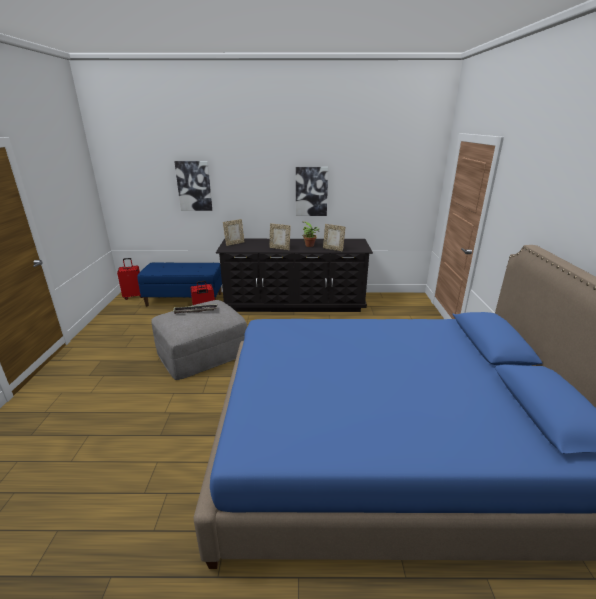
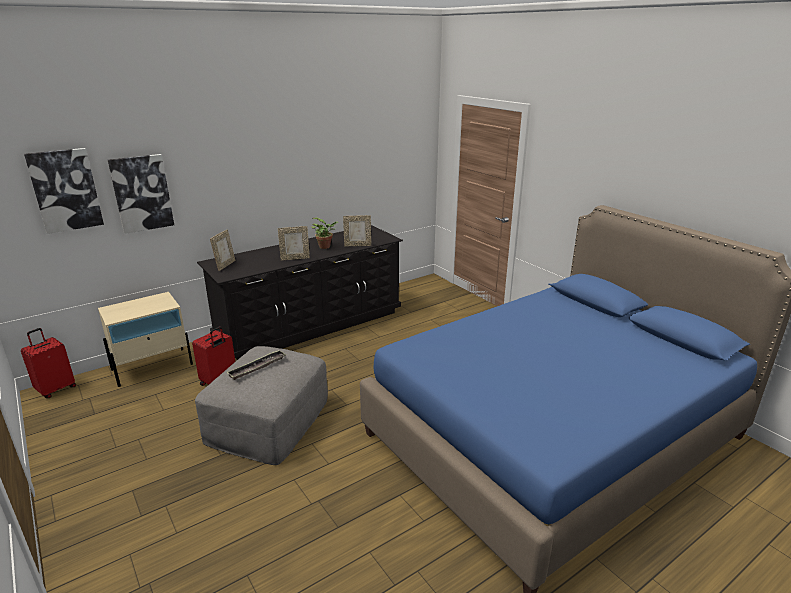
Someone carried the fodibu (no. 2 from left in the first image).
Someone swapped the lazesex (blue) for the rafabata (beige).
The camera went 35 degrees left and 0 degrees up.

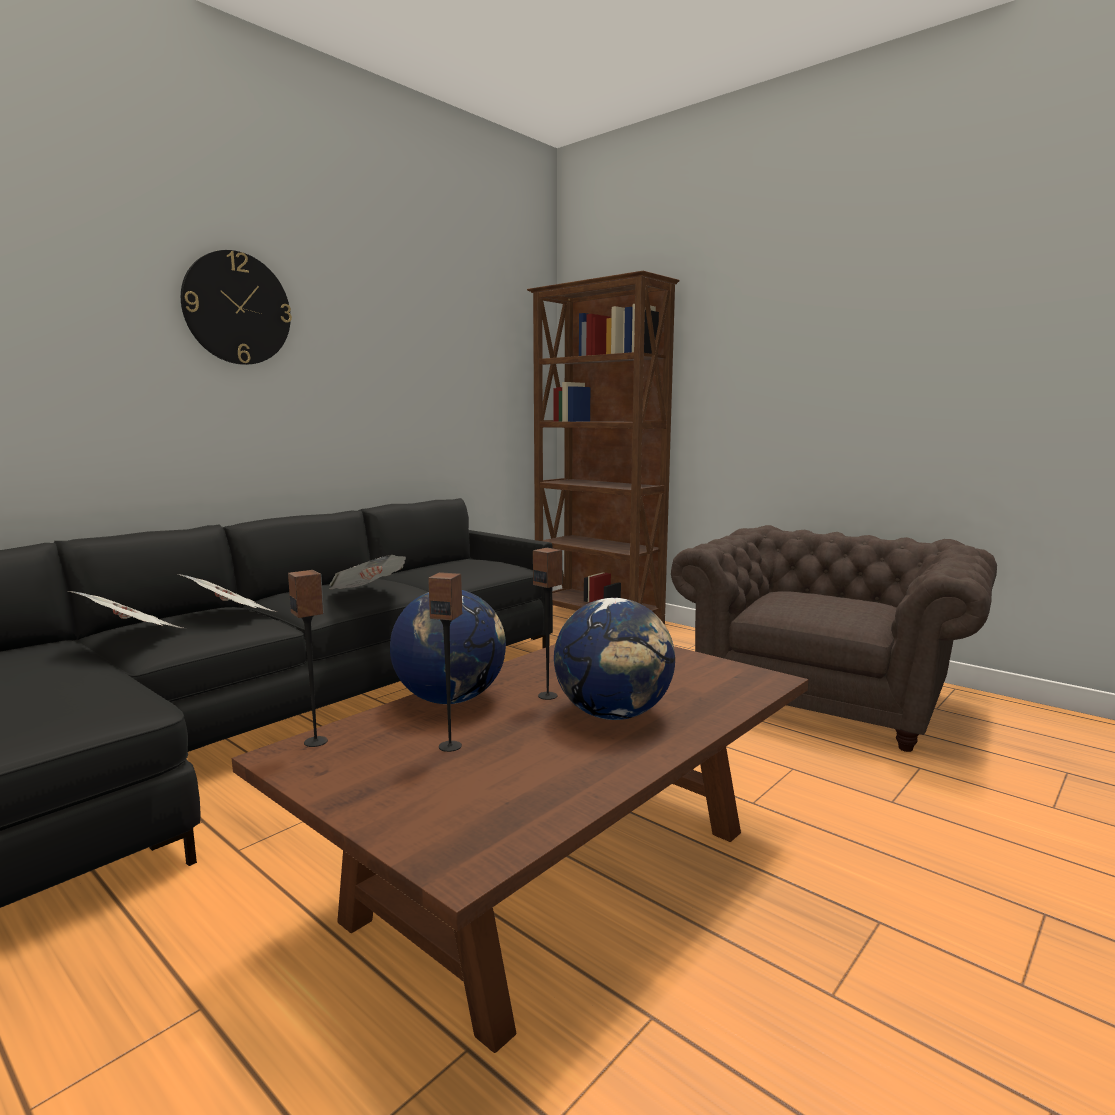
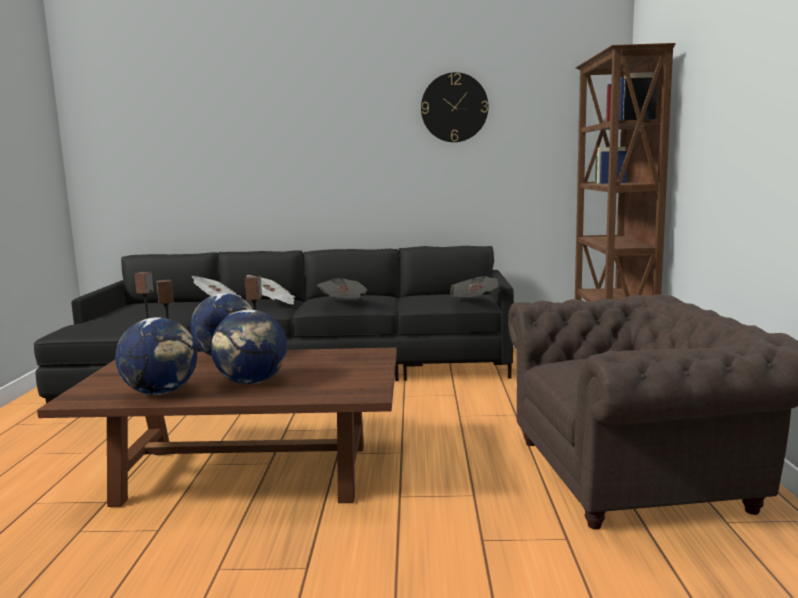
Someone carried the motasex.
Someone put down the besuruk (no. 4 from left).
Someone put down the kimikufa (no. 1 from left).
The camera went 50 degrees right and 0 degrees up.

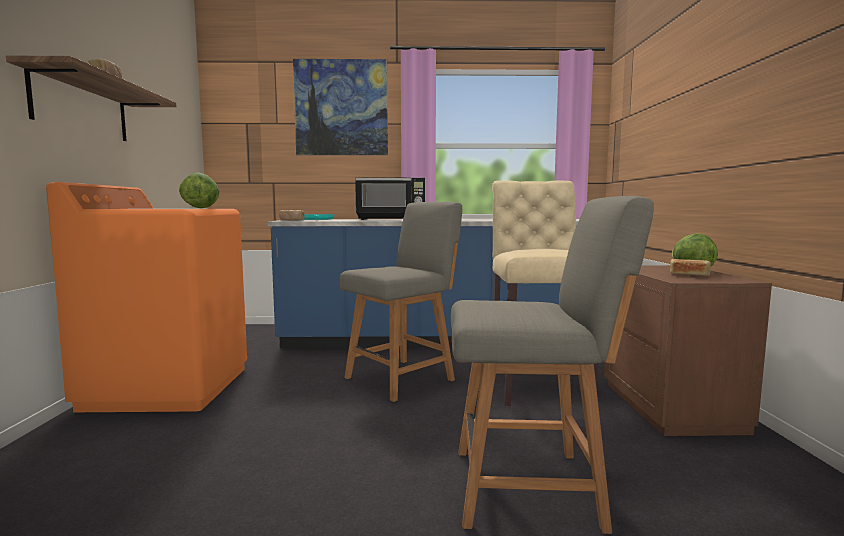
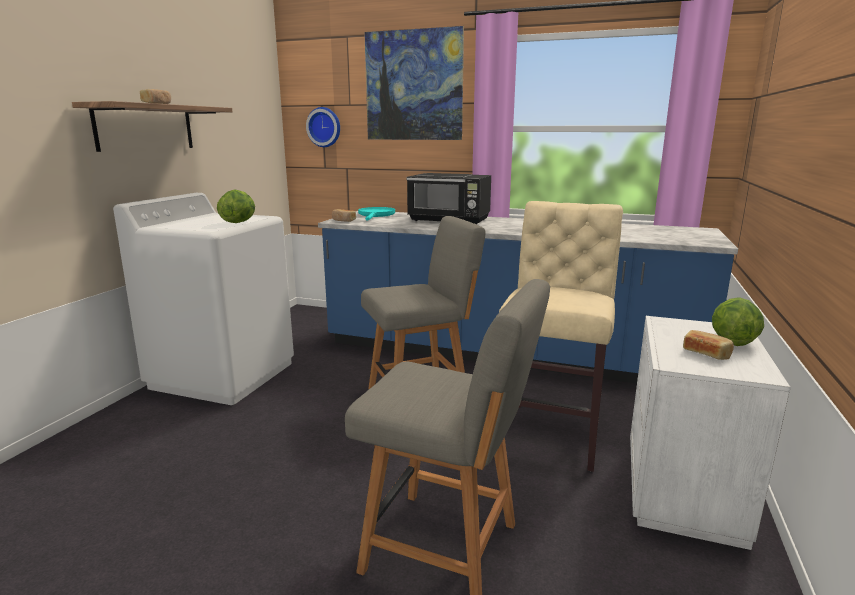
Someone repainted the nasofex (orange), which became the nasofex (white).
Someone repainted the rafabata (brown), which became the rafabata (white).
Someone put up the motasex.
The camera went 20 degrees right and 10 degrees up.

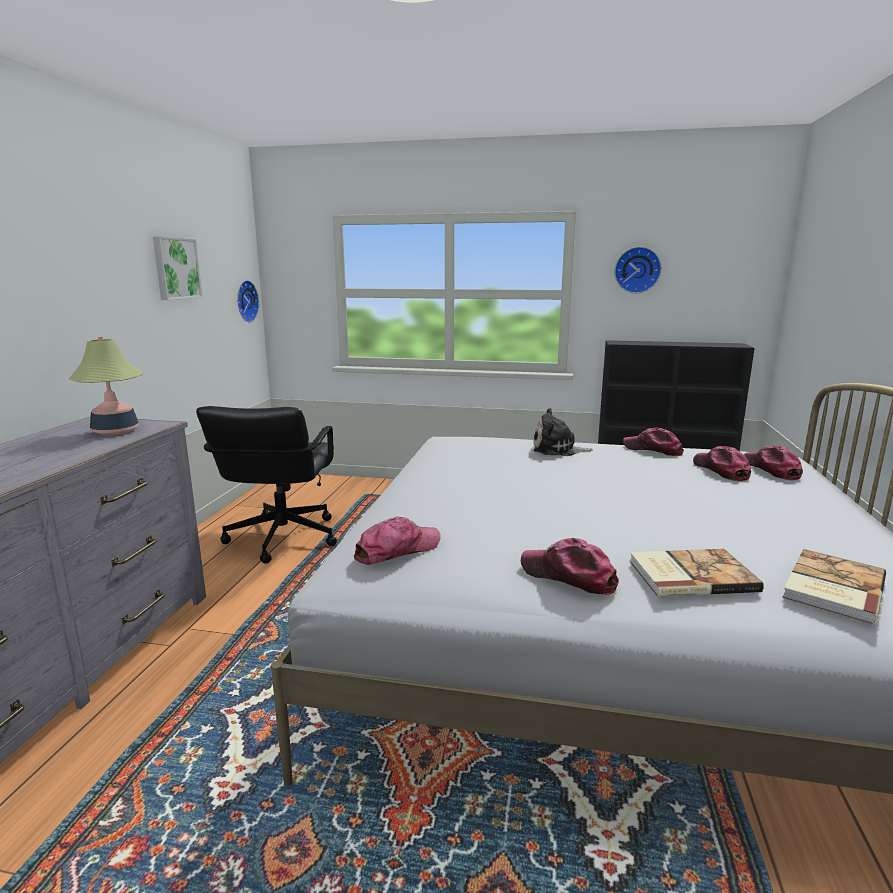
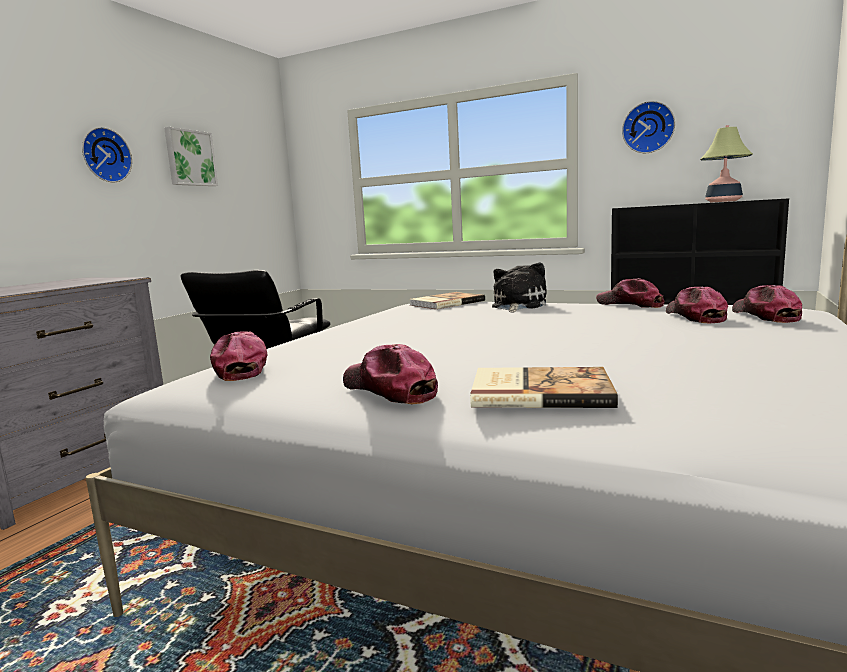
Someone carried the motasex (no. 1 from left).
Someone carried the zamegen.
Someone rotated the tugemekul by 90 degrees clockwise.
Someone rotated the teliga (no. 1 from left) by 90 degrees counterclockwise.
Someone carried the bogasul (no. 2 from left in the first image).
The camera went 15 degrees right and 5 degrees down.

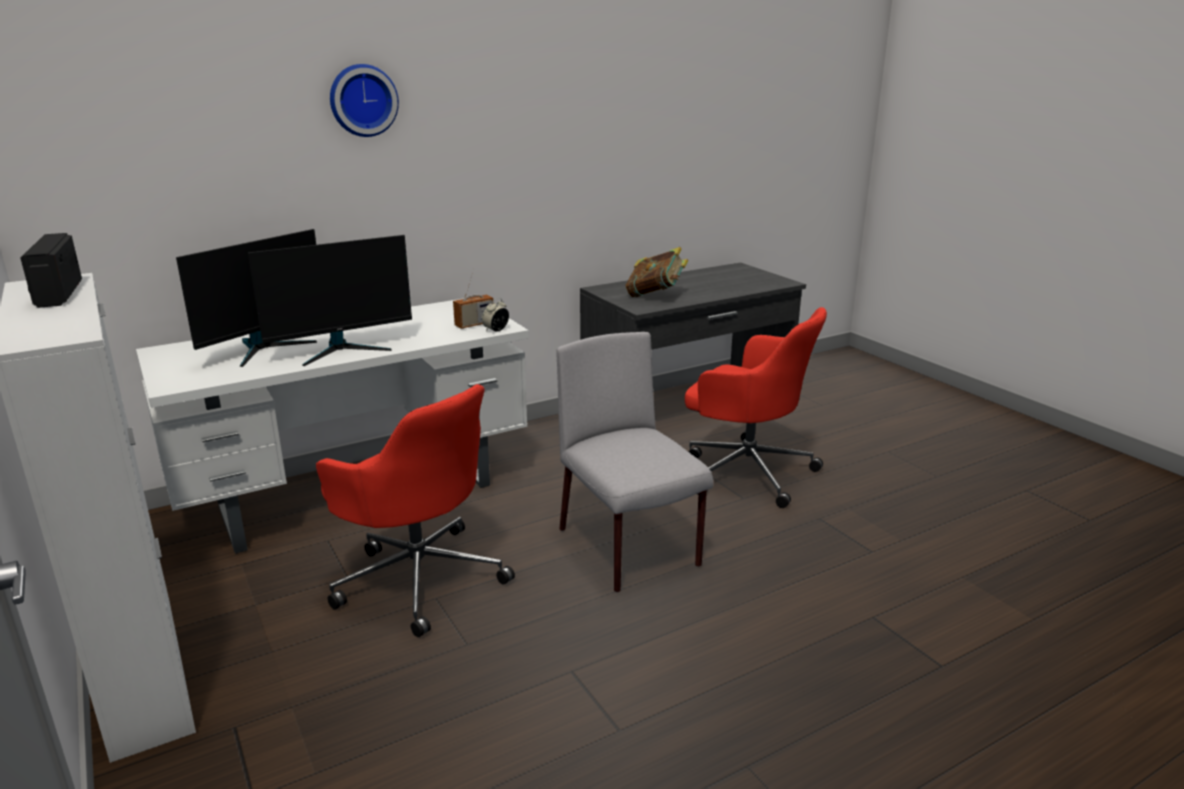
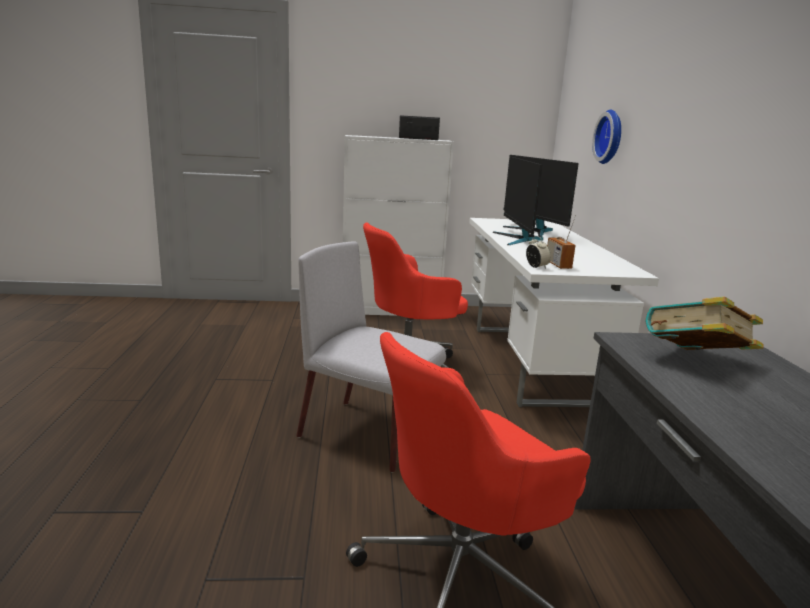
Someone carried the motasex.
Someone rotated the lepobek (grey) by 150 degrees counterclockwise.
The camera went 115 degrees right and 5 degrees down.

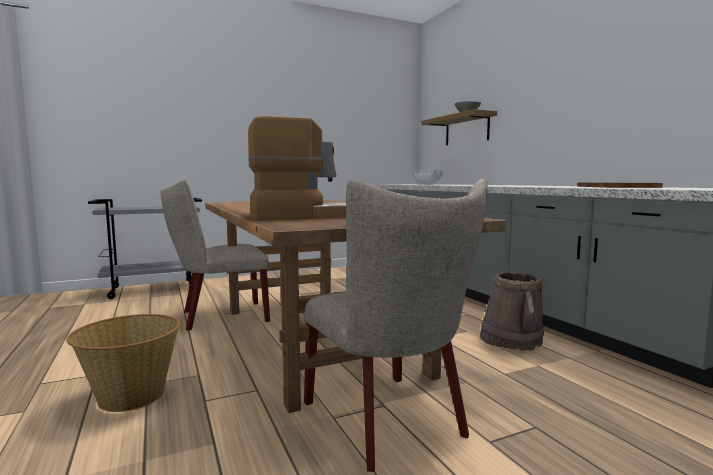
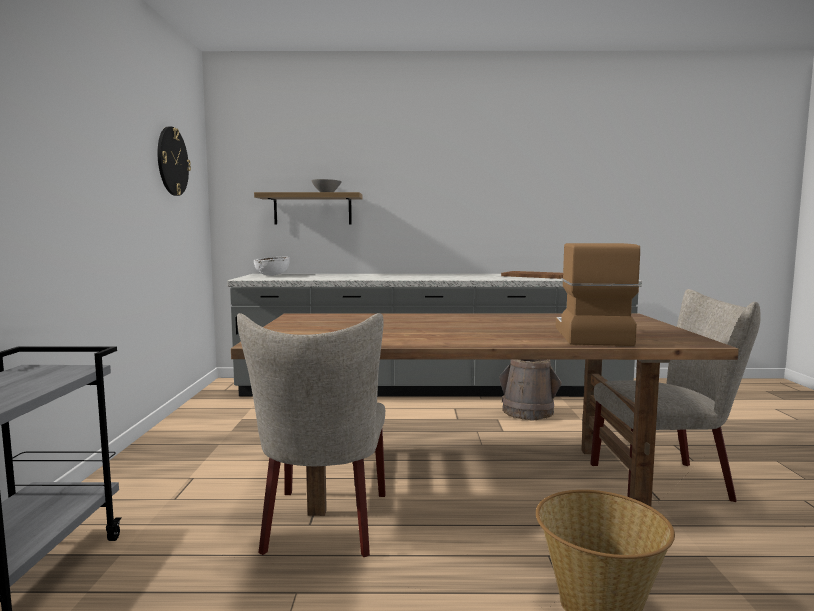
Someone put up the motasex.
The camera went 65 degrees left and 0 degrees up.

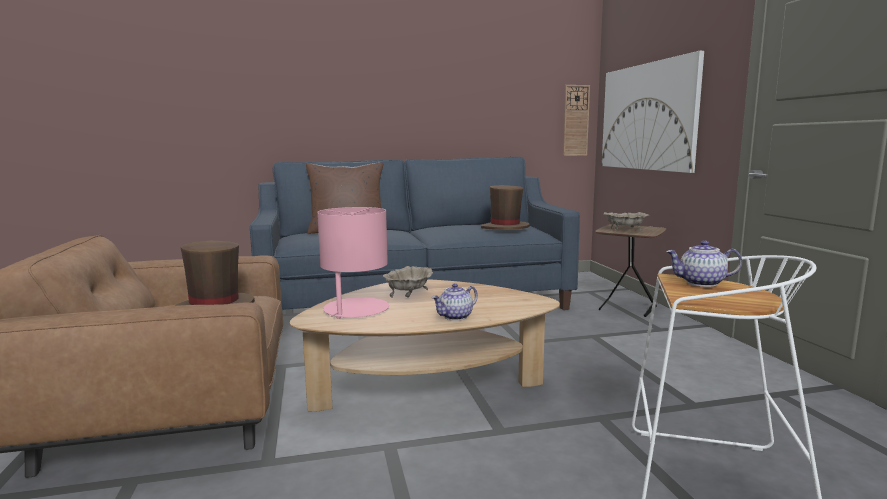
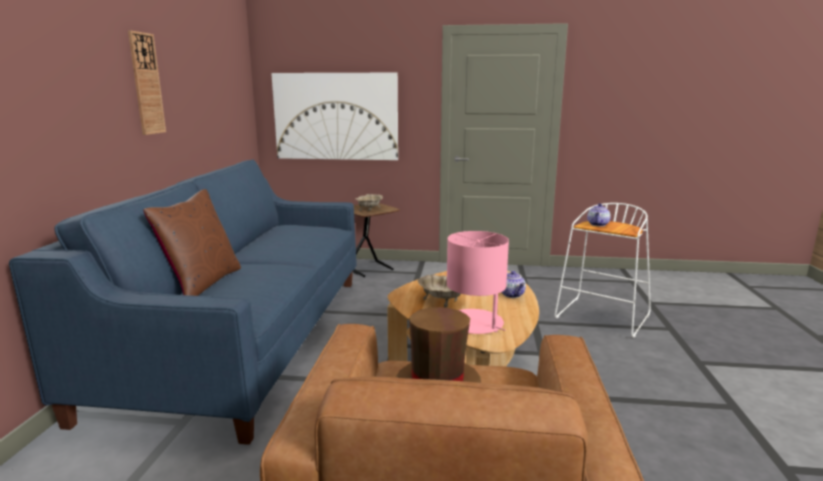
Someone carried the motasex.
Someone took away the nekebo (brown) (no. 2 from left).
The camera went 70 degrees left and 5 degrees up.

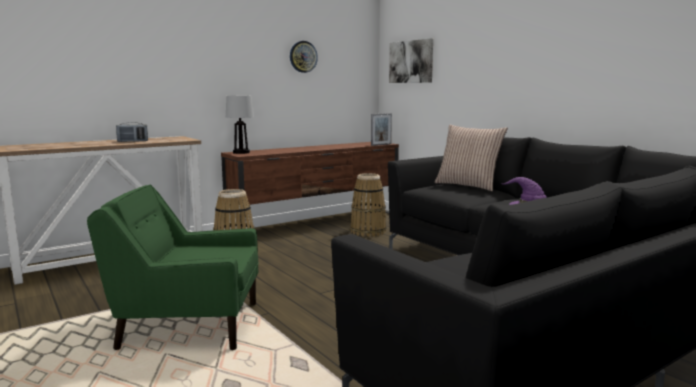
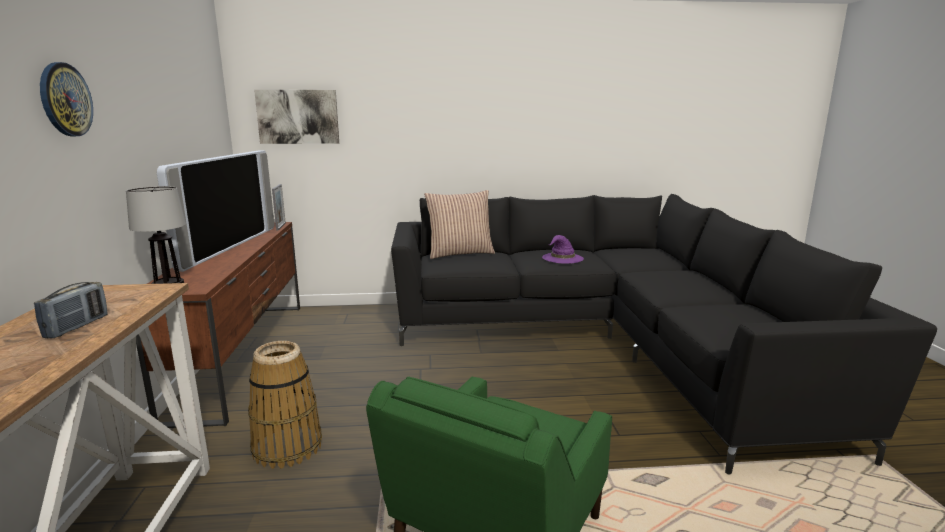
Someone carried the motasex.
Someone took away the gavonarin (no. 2 from left).
Someone put down the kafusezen.
The camera went 60 degrees left and 5 degrees up.

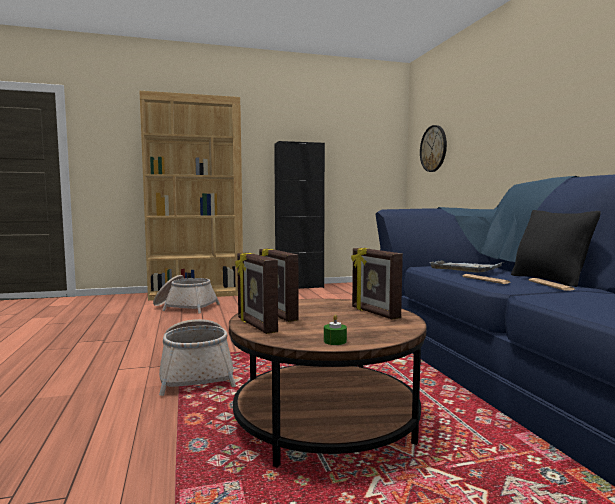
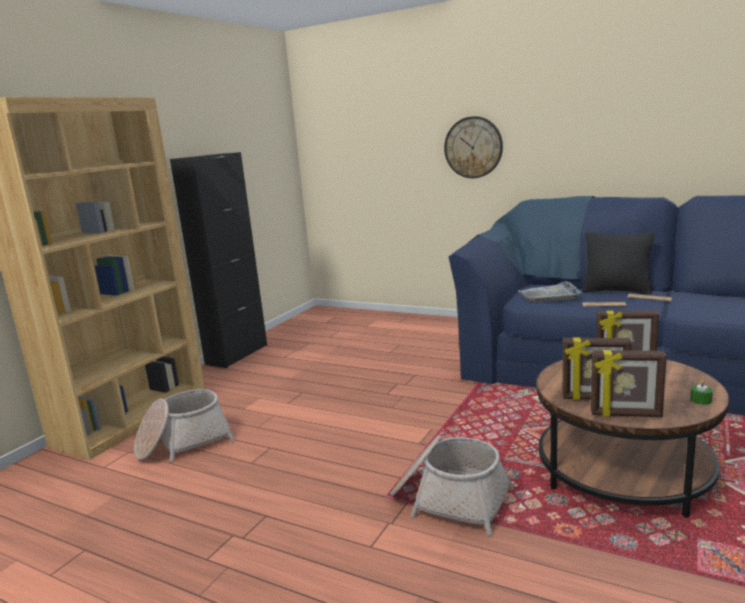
Someone carried the motasex.
The camera went 45 degrees left and 10 degrees up.

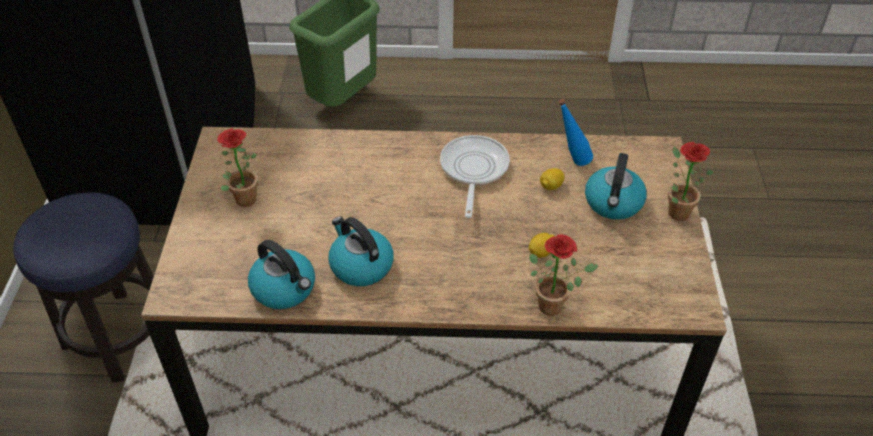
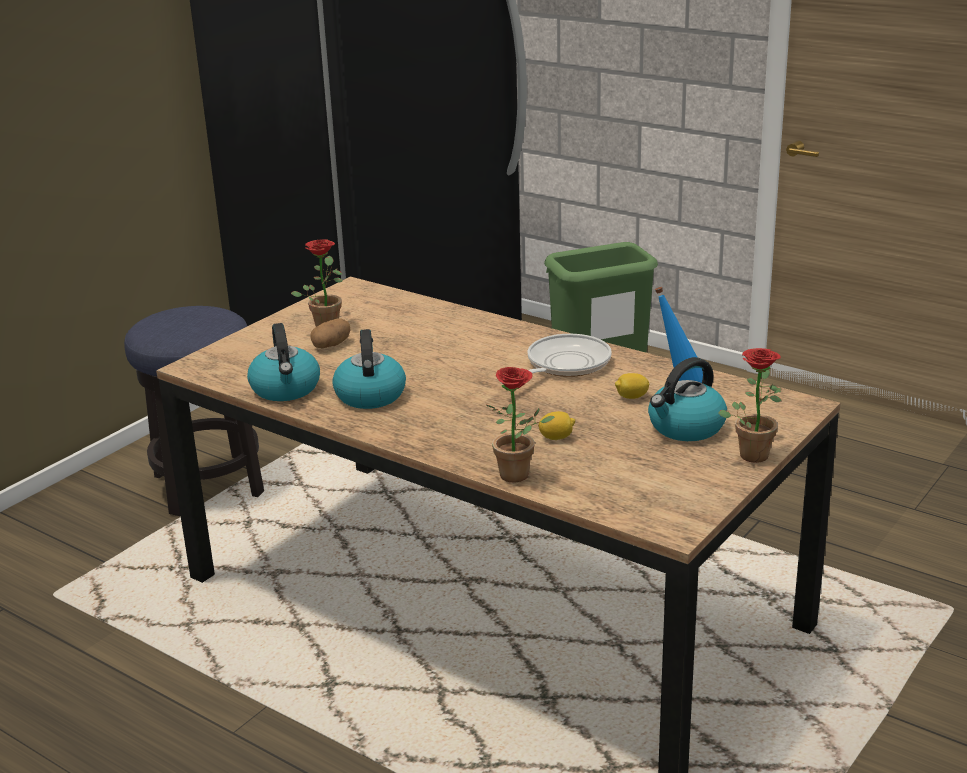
Someone put down the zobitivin.
The camera went 35 degrees right and 20 degrees down.

